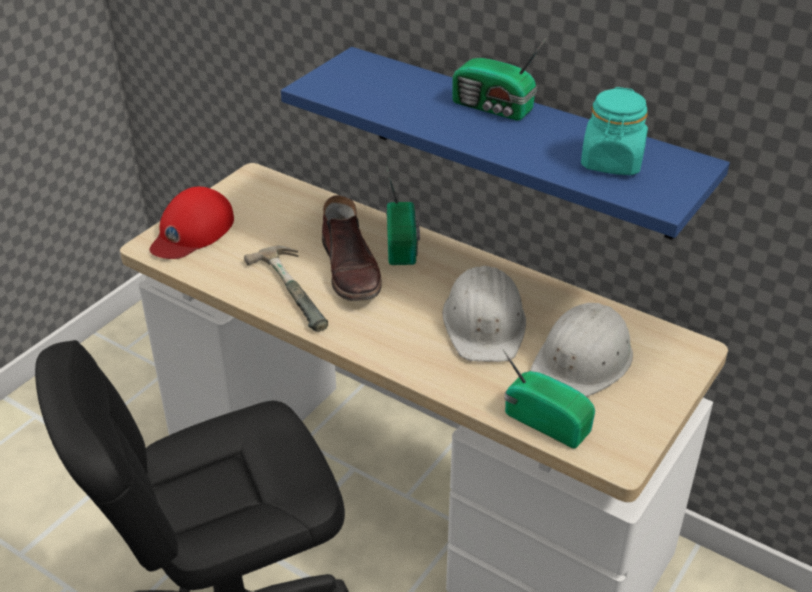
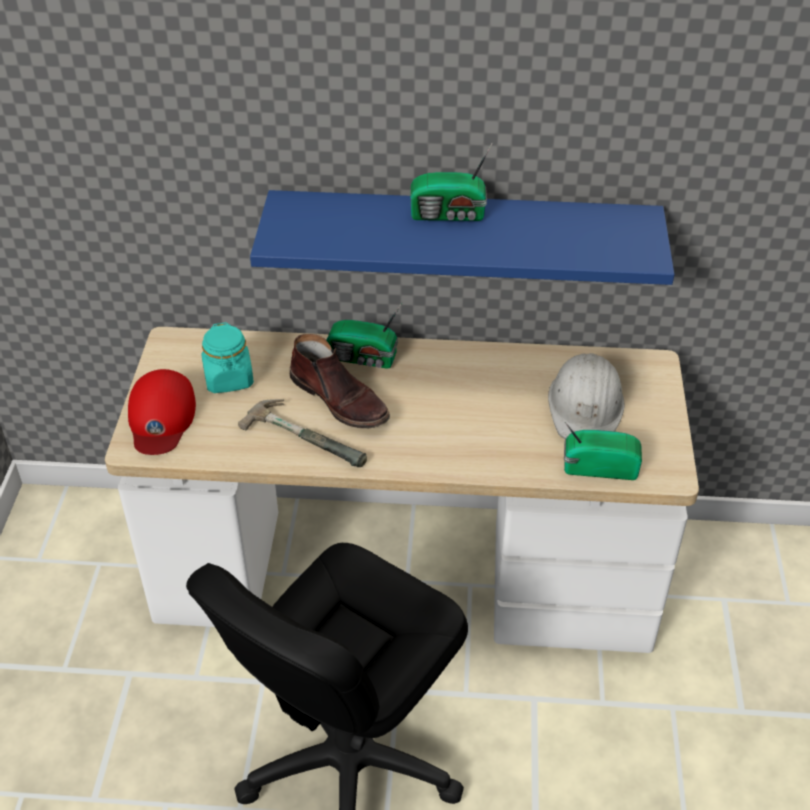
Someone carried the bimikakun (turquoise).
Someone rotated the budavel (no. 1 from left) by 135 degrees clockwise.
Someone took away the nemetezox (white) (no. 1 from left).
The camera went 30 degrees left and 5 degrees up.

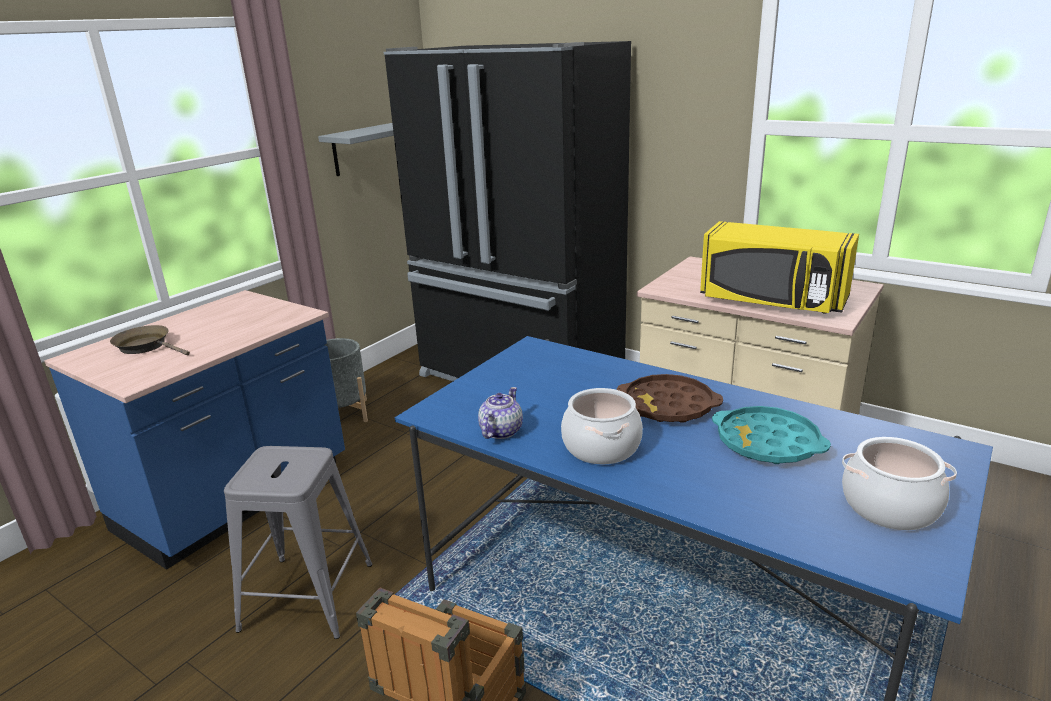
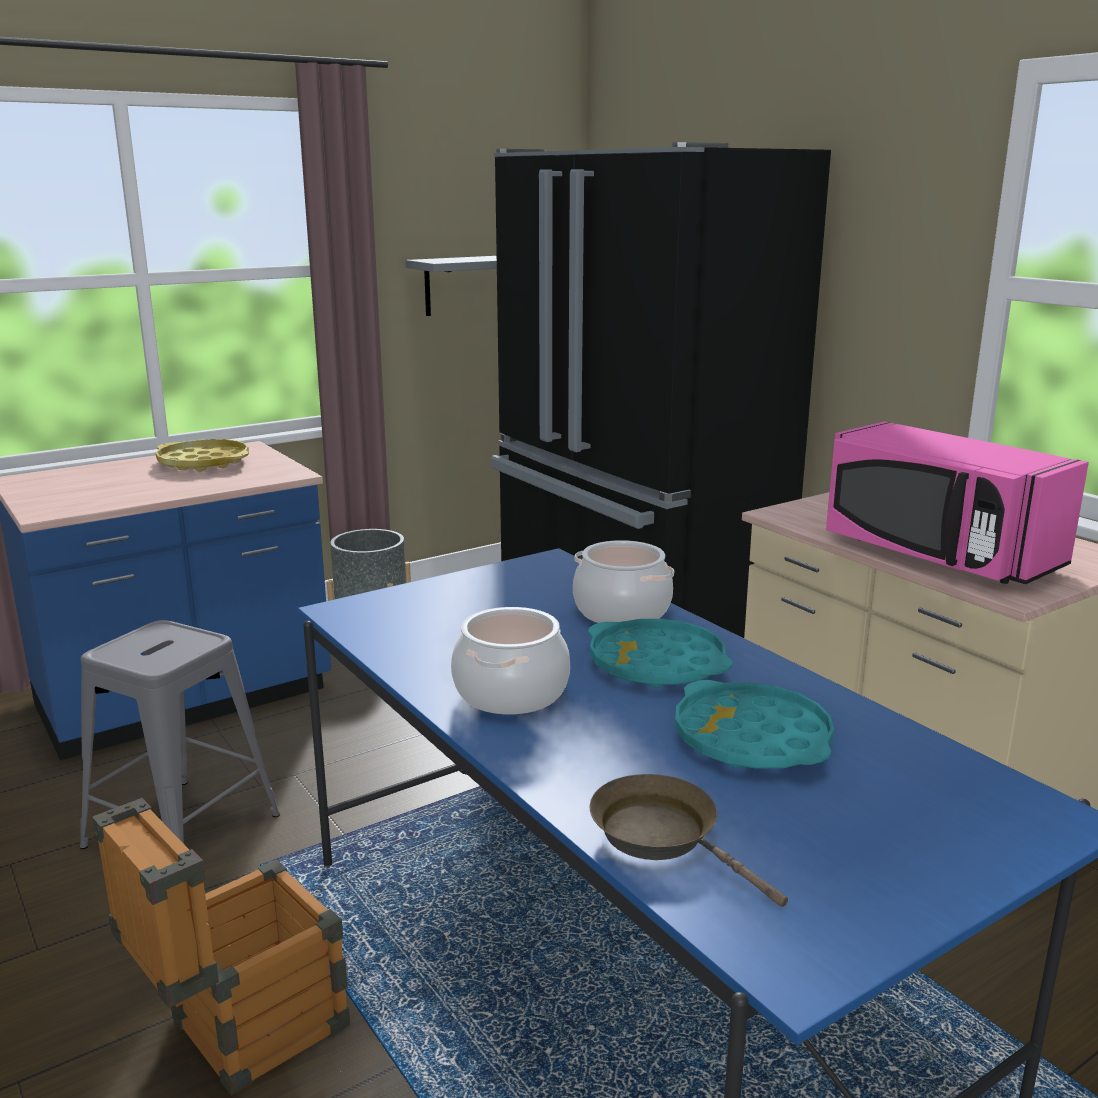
Someone repainted the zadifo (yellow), which became the zadifo (pink).
Someone carried the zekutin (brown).
Someone repainted the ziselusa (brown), which became the ziselusa (turquoise) (no. 1 from left).
Someone took away the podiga.
Someone carried the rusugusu (no. 2 from left).
Someone put down the ziselusa (yellow).
The camera went 20 degrees right and 5 degrees down.

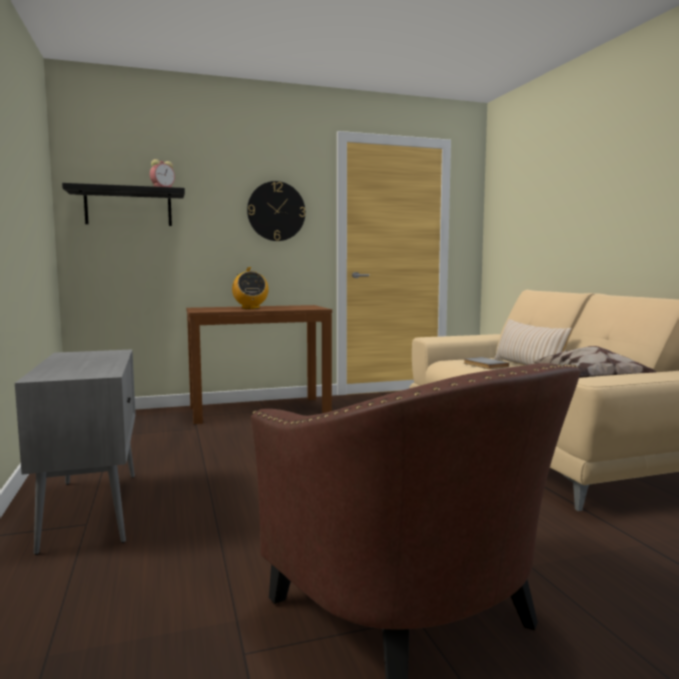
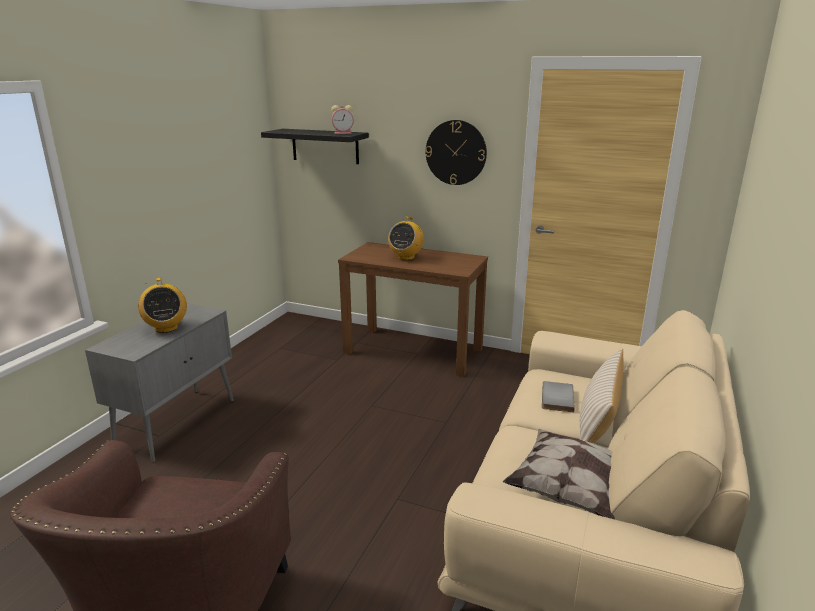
Someone put down the budavel (no. 1 from left).
The camera went 40 degrees right and 15 degrees up.

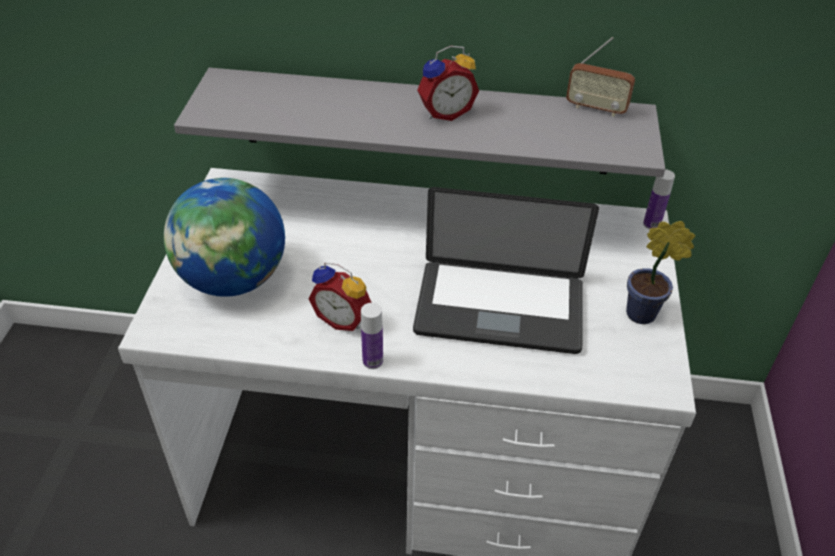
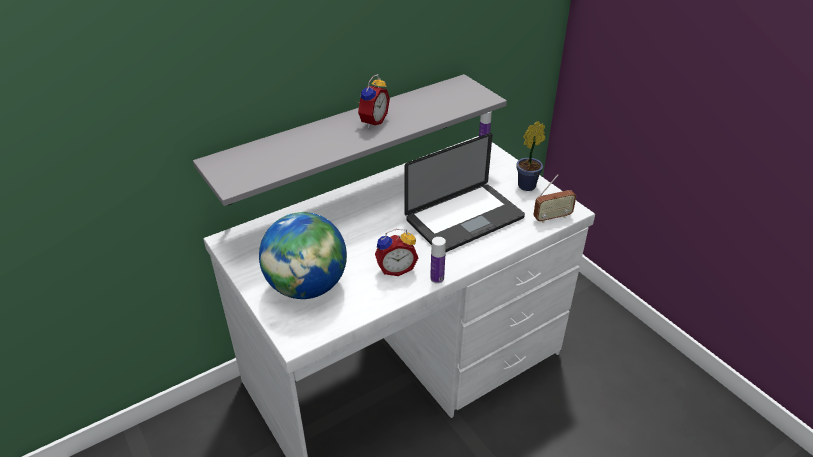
Someone carried the budavel.
The camera went 40 degrees left and 5 degrees down.

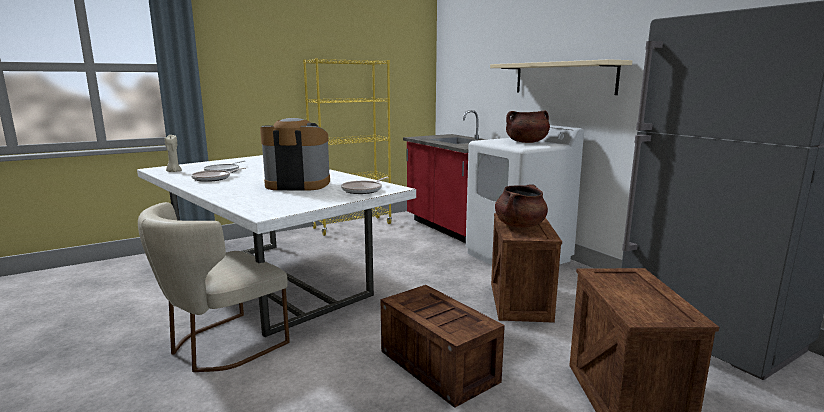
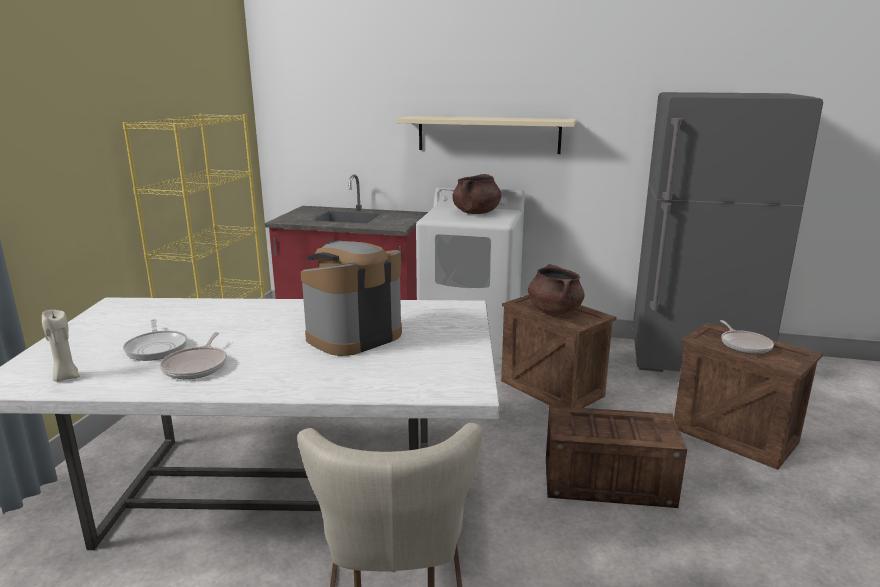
Someone carried the zekutin (no. 3 from left).
The camera went 45 degrees left and 5 degrees up.

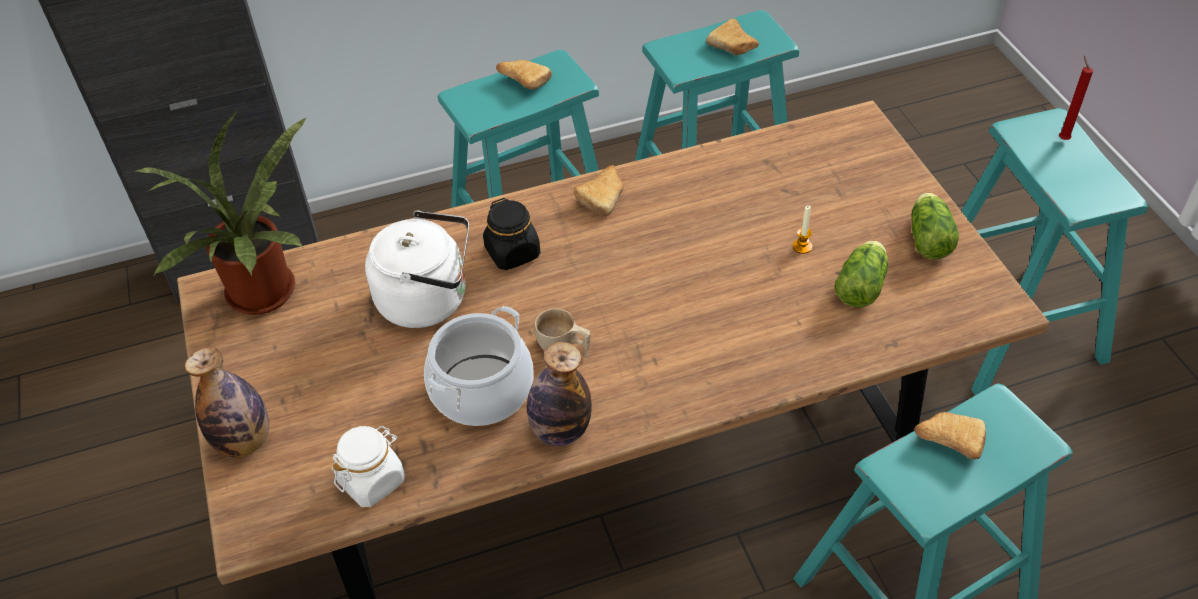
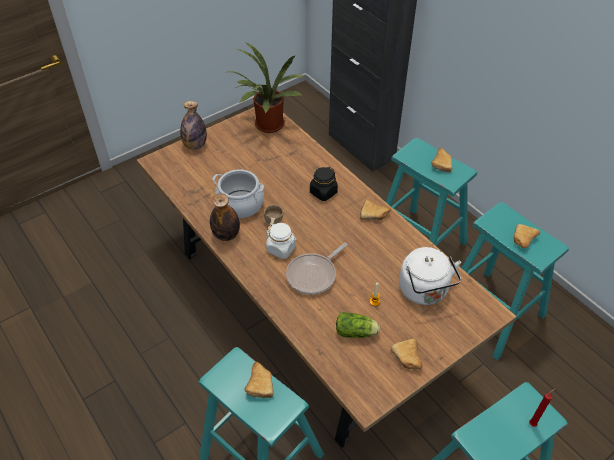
Someone swapped the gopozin (no. 2 from left) for the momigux (no. 3 from left).
Someone carried the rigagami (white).
Someone carried the bimikakun (white).
Someone put down the zekutin.
The camera went 70 degrees right and 0 degrees up.

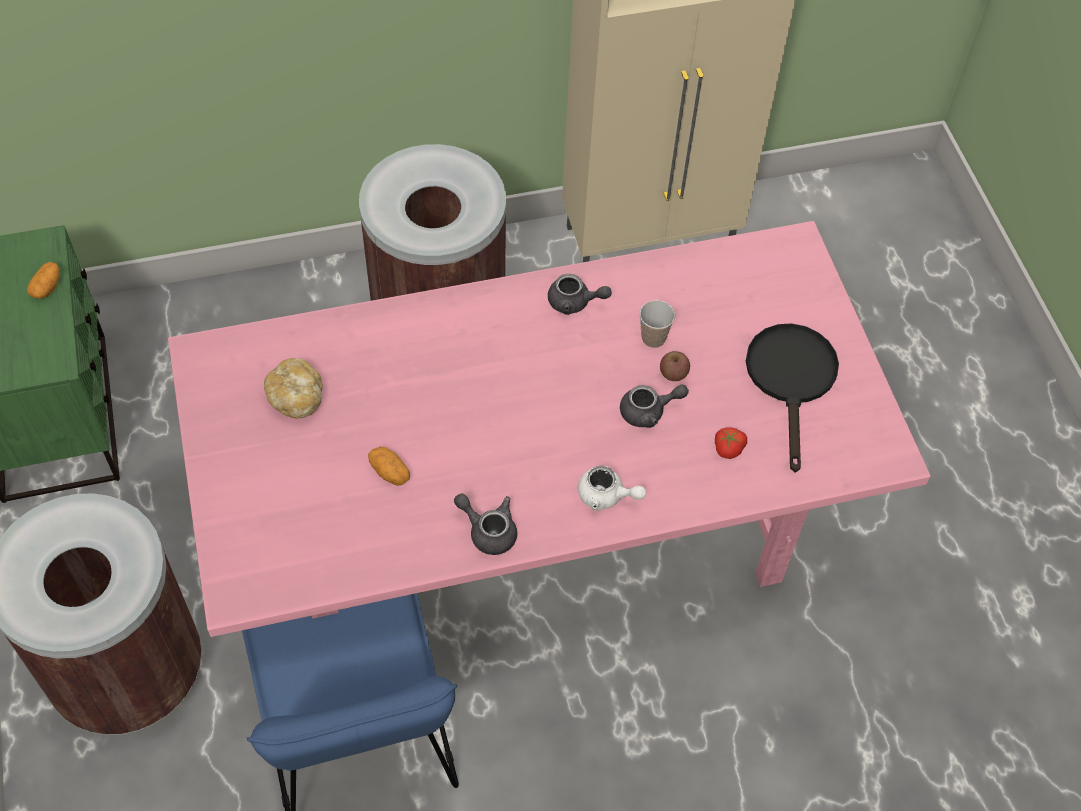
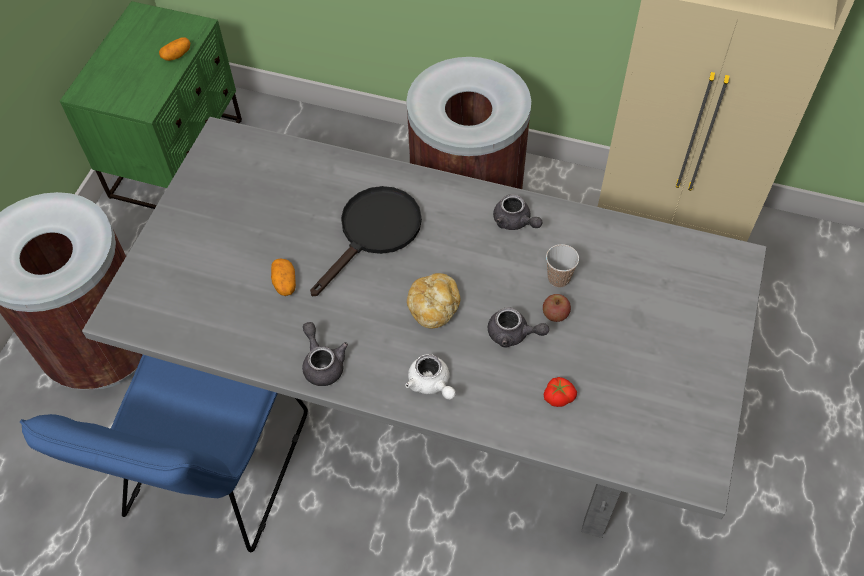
Someone repainted the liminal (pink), which became the liminal (grey).
Someone carried the zekutin (black).
Someone carried the momigux.
The camera went 35 degrees right and 0 degrees up.

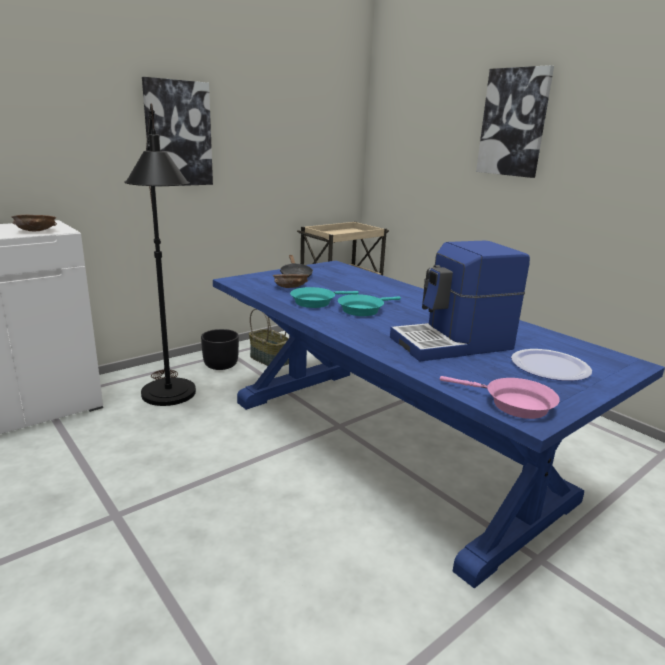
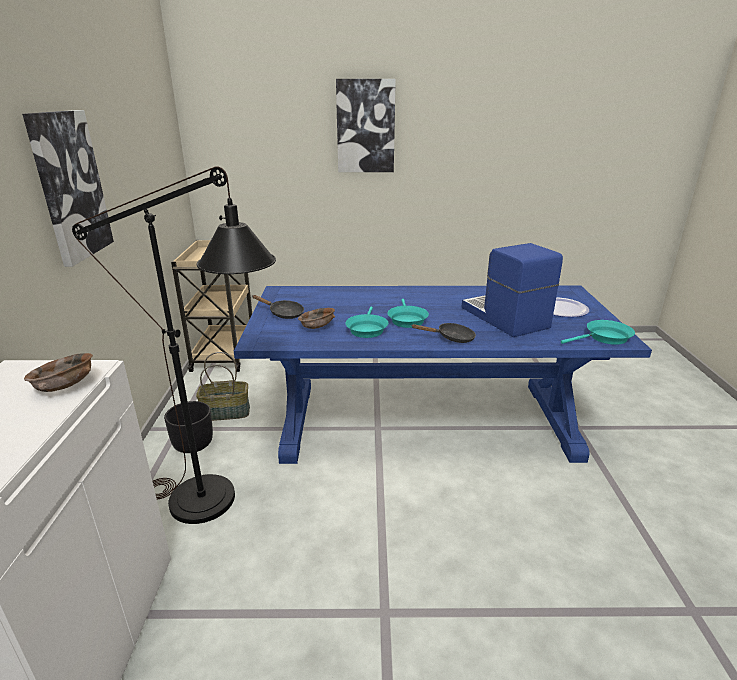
Someone rotated the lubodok by 135 degrees clockwise.
Someone repainted the zekutin (pink), which became the zekutin (turquoise) (no. 3 from left).
Someone put down the zekutin (black) (no. 2 from left).
The camera went 50 degrees left and 5 degrees up.

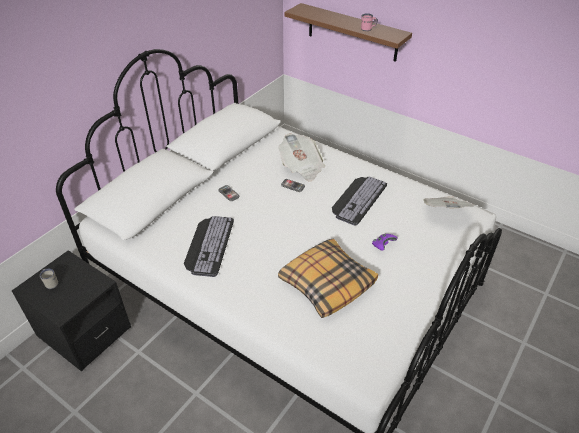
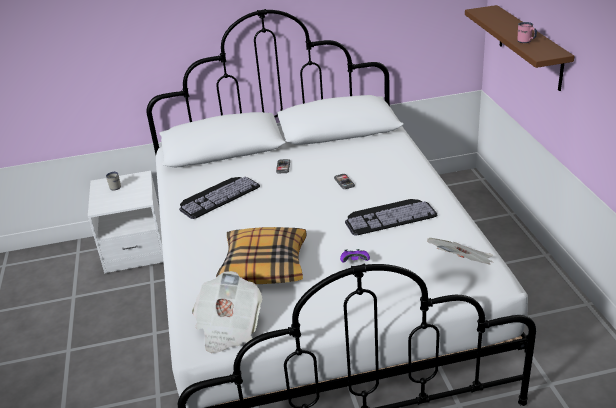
Someone carried the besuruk (no. 1 from left).
Someone repainted the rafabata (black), which became the rafabata (white).
The camera went 45 degrees right and 10 degrees down.

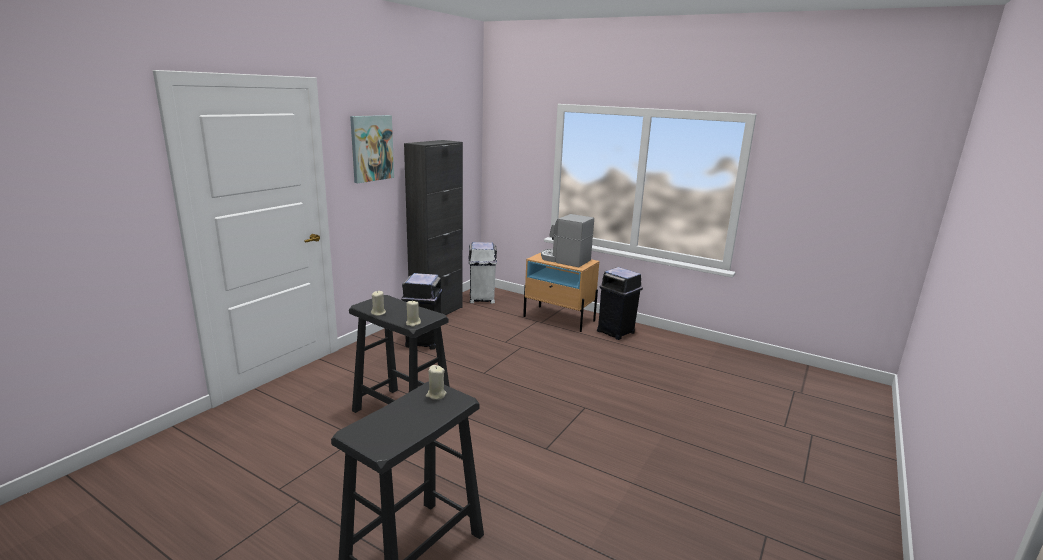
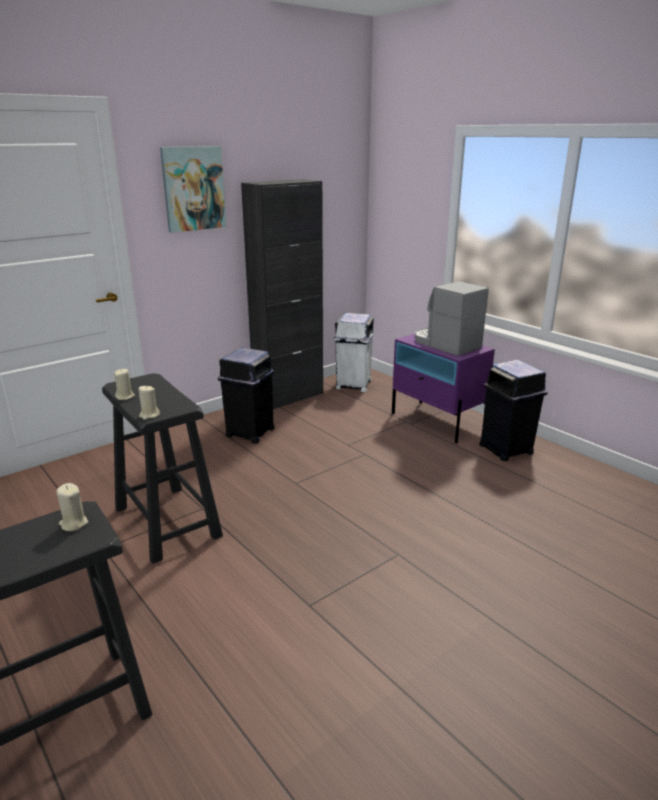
Someone repainted the rafabata (beige), which became the rafabata (purple).
The camera went 20 degrees right and 5 degrees up.

